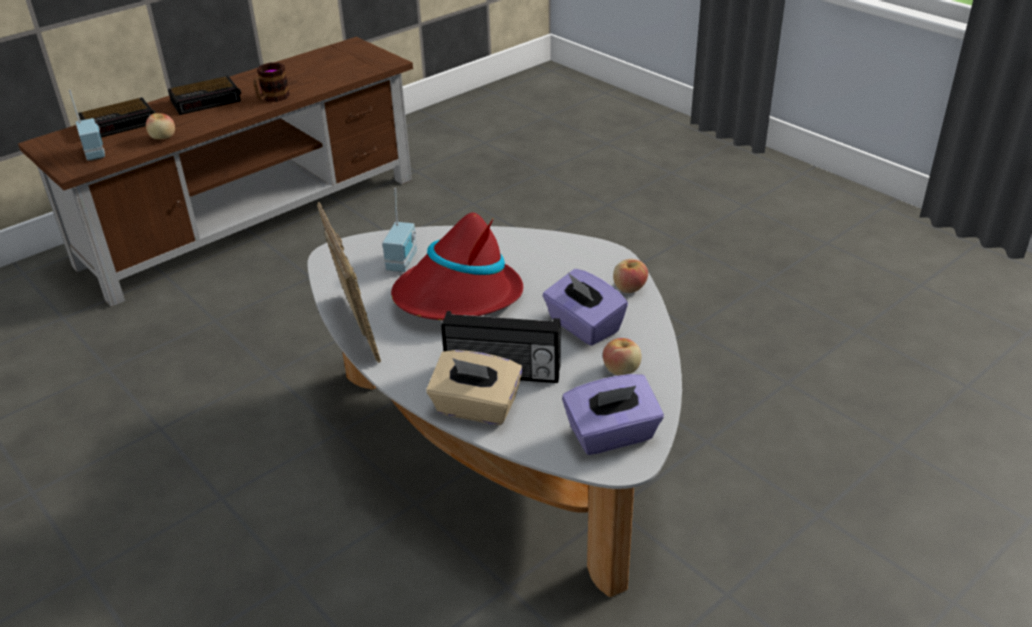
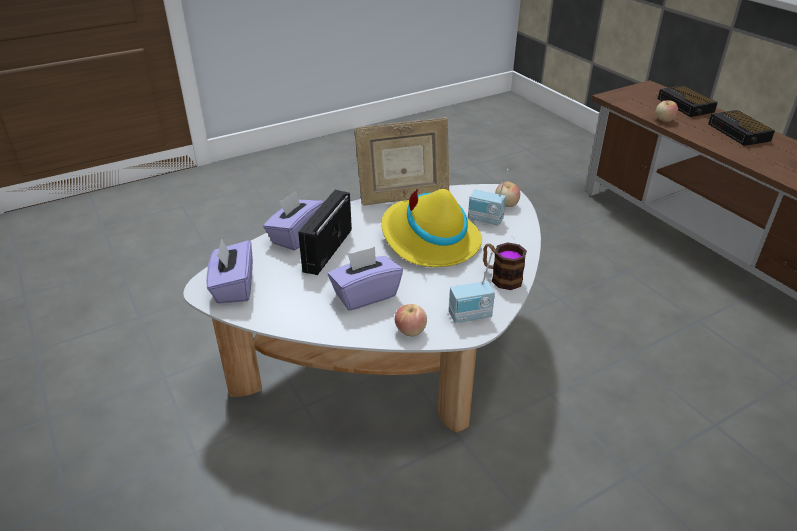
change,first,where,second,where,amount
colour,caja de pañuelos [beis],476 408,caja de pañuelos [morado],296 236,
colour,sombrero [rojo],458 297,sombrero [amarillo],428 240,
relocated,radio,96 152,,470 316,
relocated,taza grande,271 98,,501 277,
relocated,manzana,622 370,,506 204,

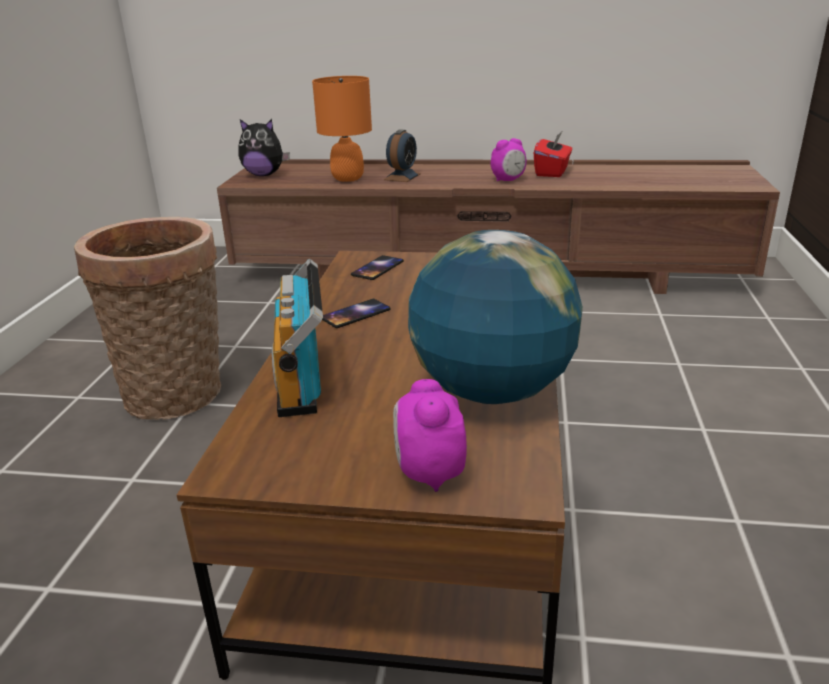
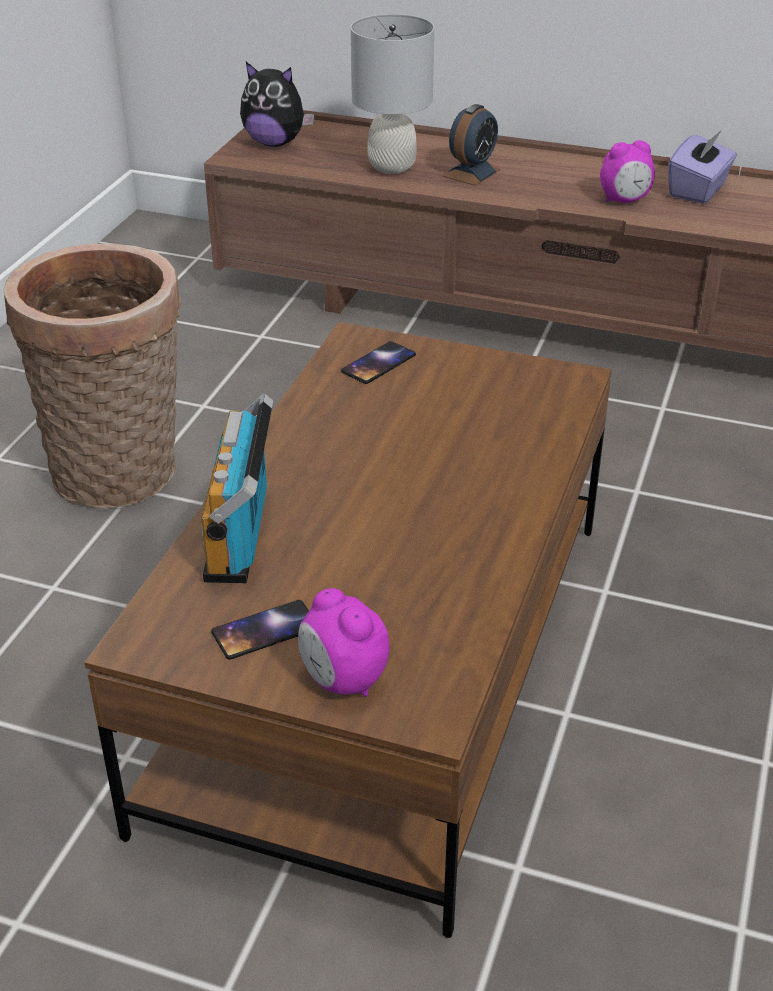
change,first,where,second,where,amount
relocated,móvil,356 314,,265 630,
spun,despertador,429 473,,343 680,45 degrees counterclockwise
colour,lámpara de mesa [naranja],348 179,lámpara de mesa [gris],392 167,
colour,caja de pañuelos [rojo],552 172,caja de pañuelos [morado],698 190,
missing,globo terráqueo,491 391,,,

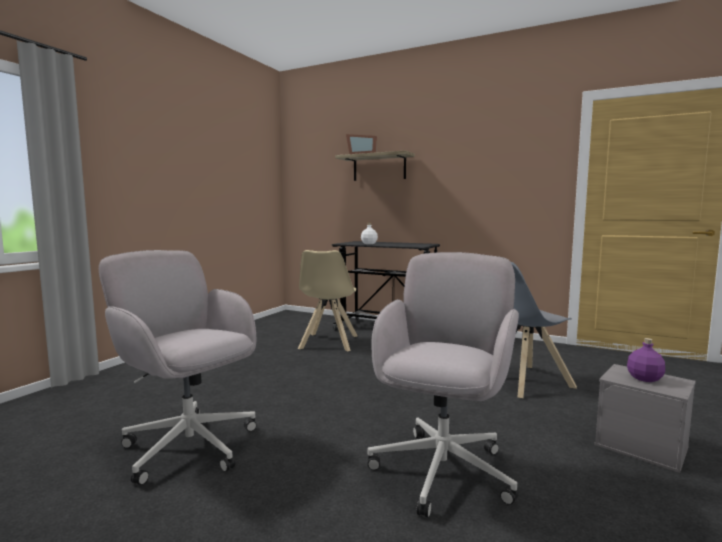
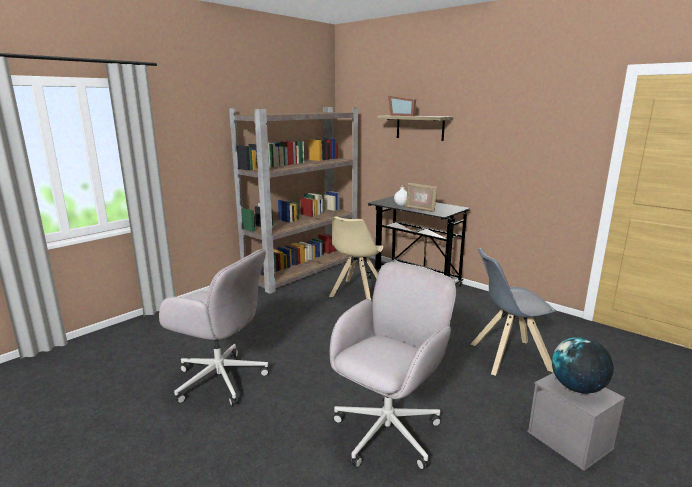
change,first,where,second,where,amount
spun,silla de oficina [gris],189 446,,221 380,150 degrees clockwise
appeared,,,estantería [marrón],303 270,
appeared,,,portarretratos,420 209,
exchanged,botella [morado],645 378,globo terráqueo,577 388,

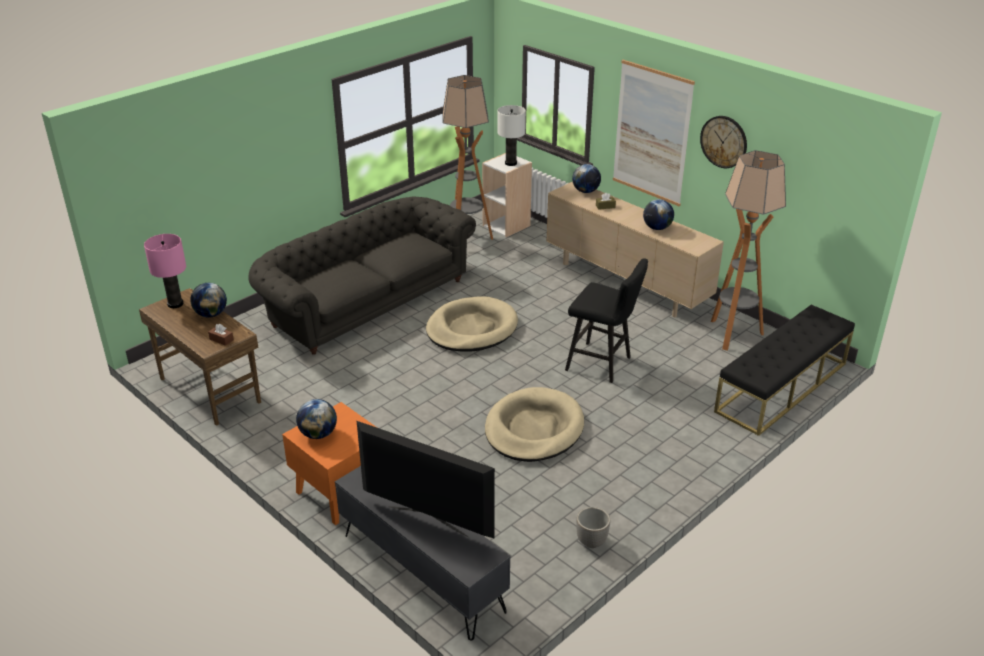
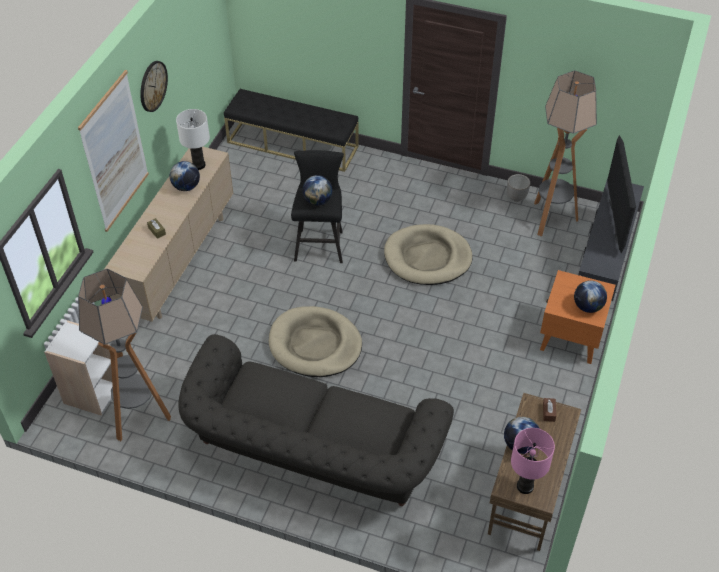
change,first,where,second,where,amount
relocated,lámpara de mesa [blanco],511 163,,198 165,
relocated,globo terráqueo,586 191,,317 201,
relocated,lámpara de pie,733 334,,551 219,

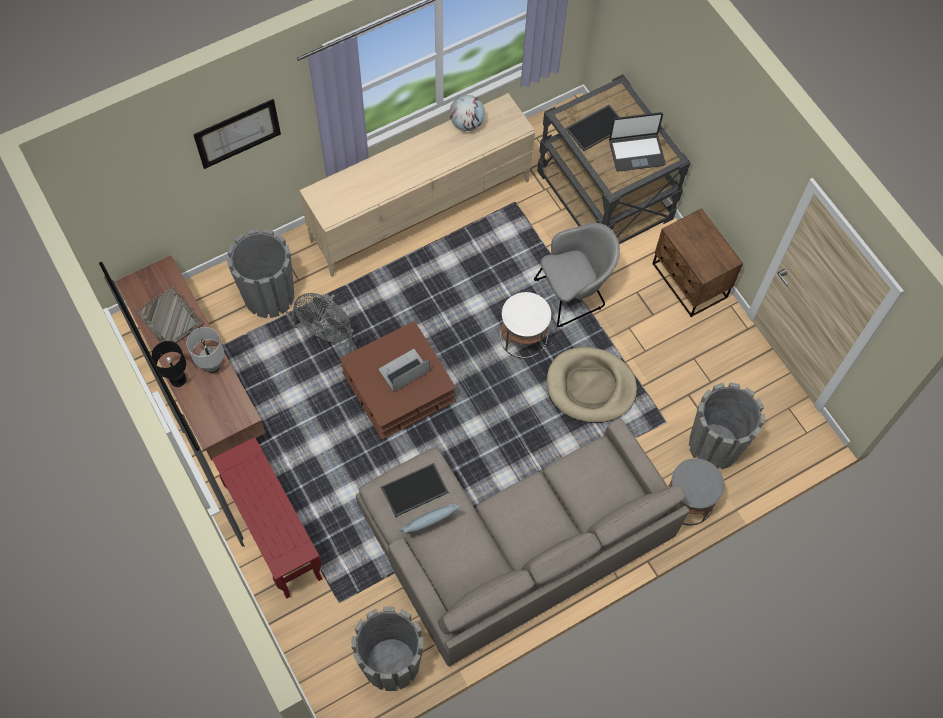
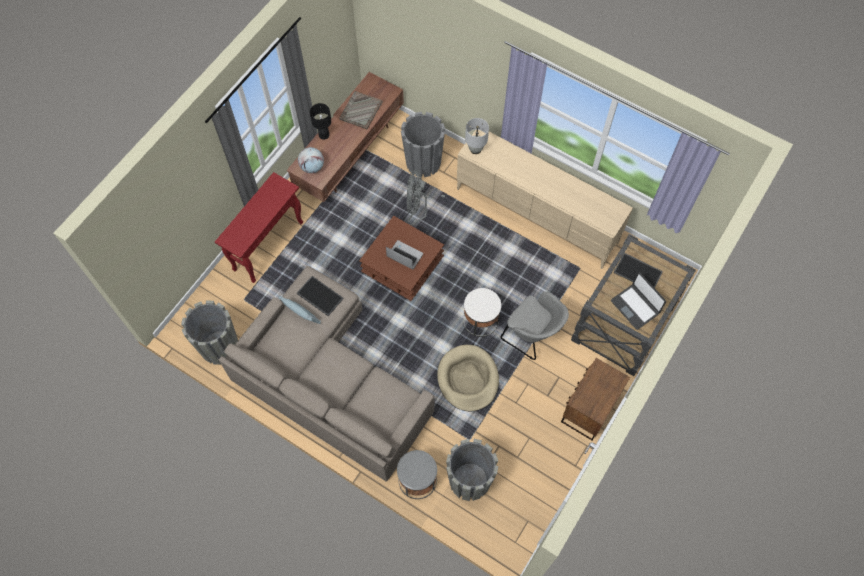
change,first,where,second,where,amount
relocated,globo terráqueo,466 123,,312 167,
relocated,lámpara de mesa [blanco],212 365,,475 149,
missing,cuadro,237 133,,,

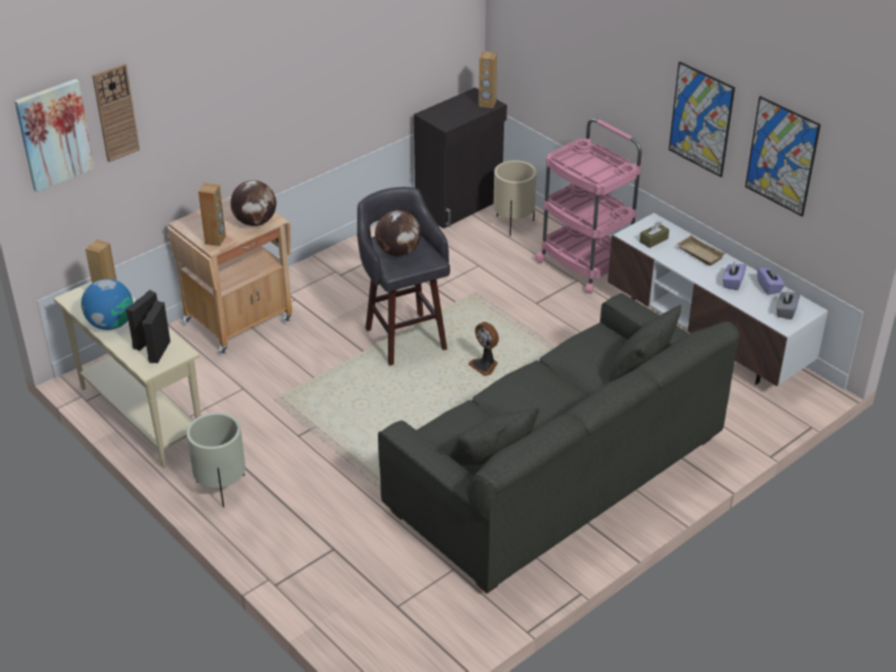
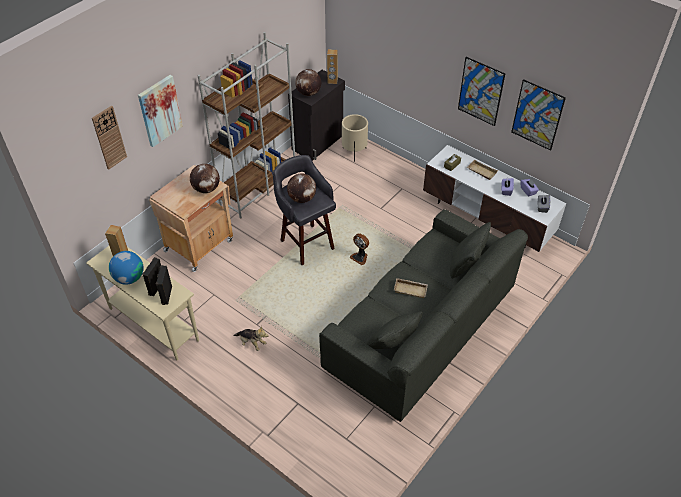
change,first,where,second,where,amount
relocated,cuadro,54 134,,160 110,
appeared,,,estantería [marrón],259 188,
appeared,,,peluche,251 343,
appeared,,,globo terráqueo,308 93,
appeared,,,bandeja [beis],411 289,
missing,maceta [beis],221 488,,,
missing,altavoz [marrón],215 240,,,
missing,carrito [rosa],584 265,,,

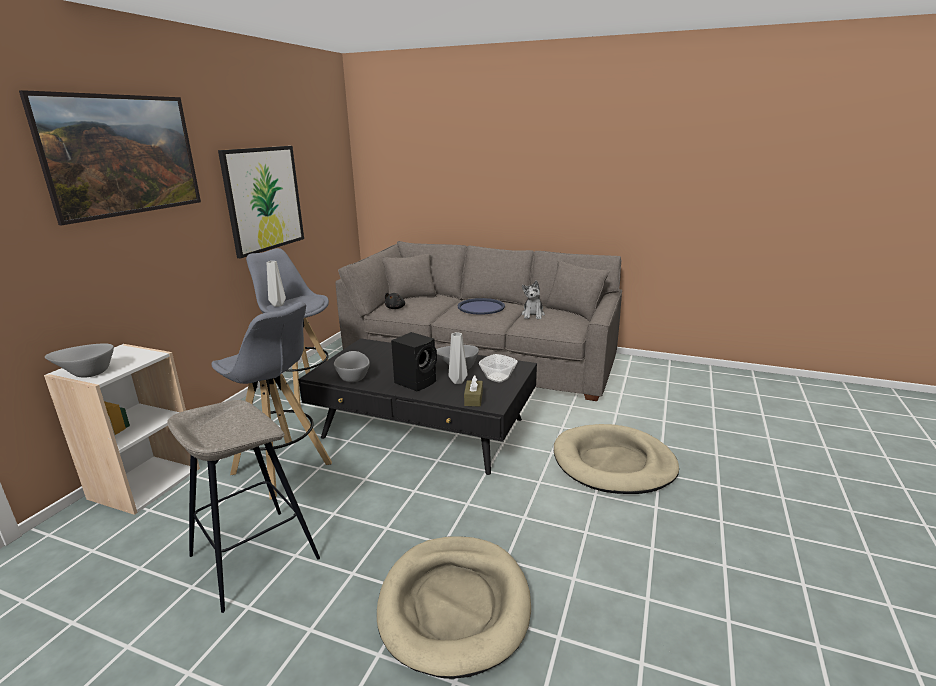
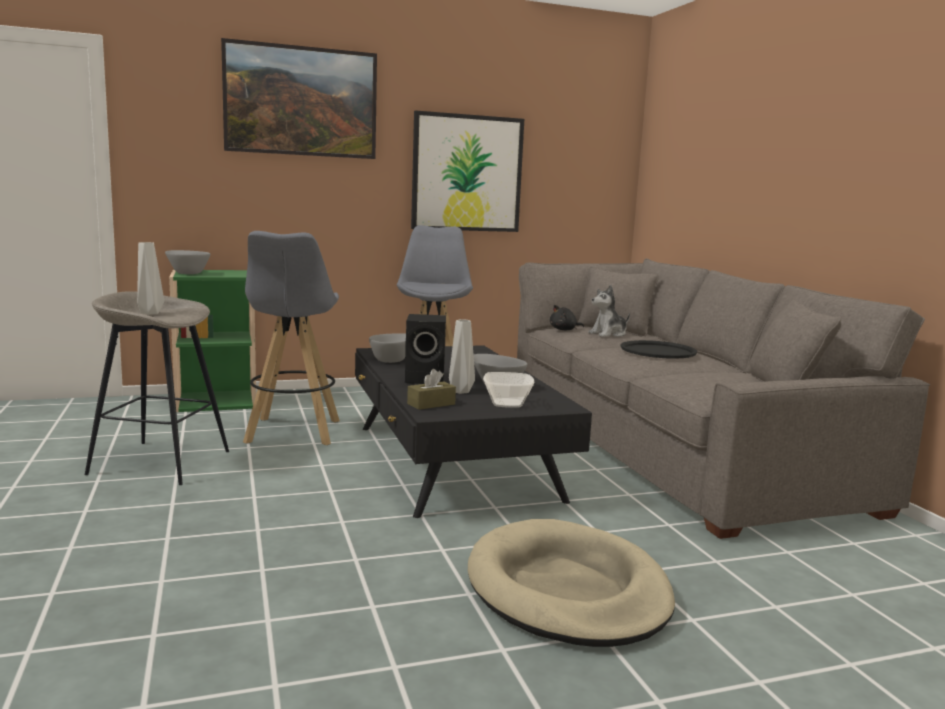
change,first,where,second,where,amount
relocated,florero [gris],277 305,,150 313,
colour,estantería [blanco],145 482,estantería [verde],217 401,
relocated,peluche,533 315,,608 334,
colour,bandeja [azul],481 307,bandeja [negro],658 351,
missing,cama para perro [beis],454 605,,,

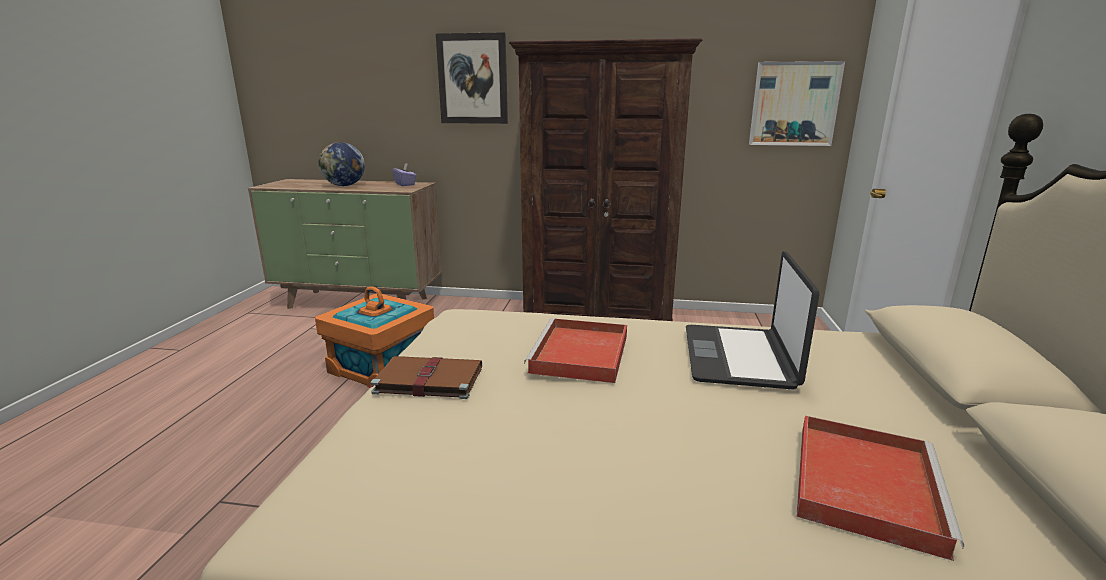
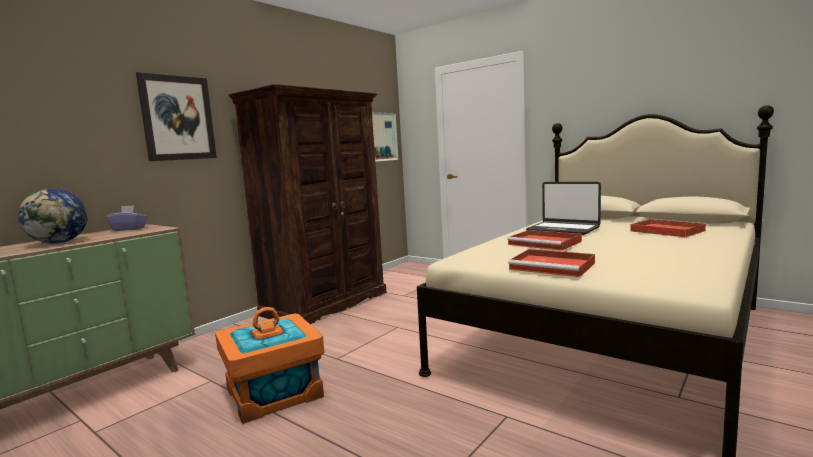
change,first,where,second,where,amount
exchanged,libro [marrón],427 380,bandeja [rojo],554 266,

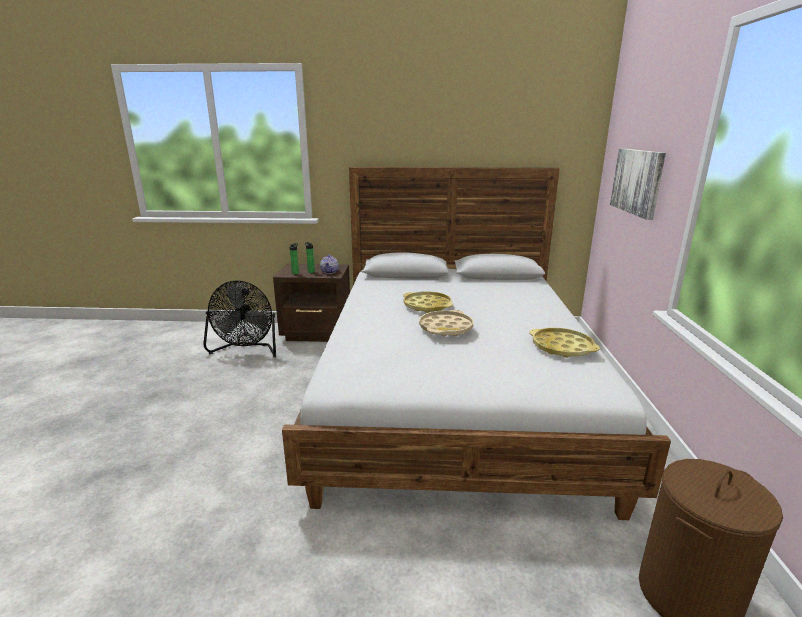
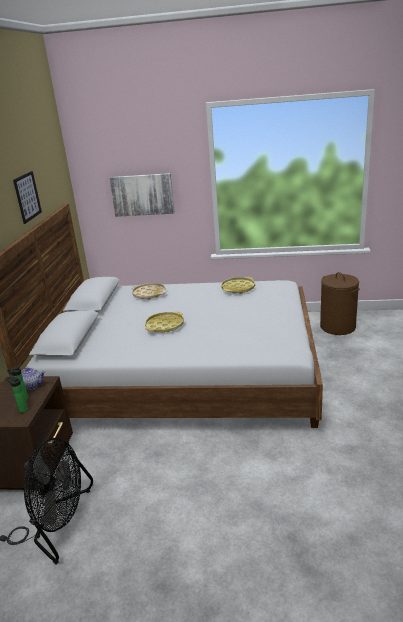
change,first,where,second,where,amount
appeared,,,cuadro,27 197,
relocated,bandeja [beis],446 328,,149 294,

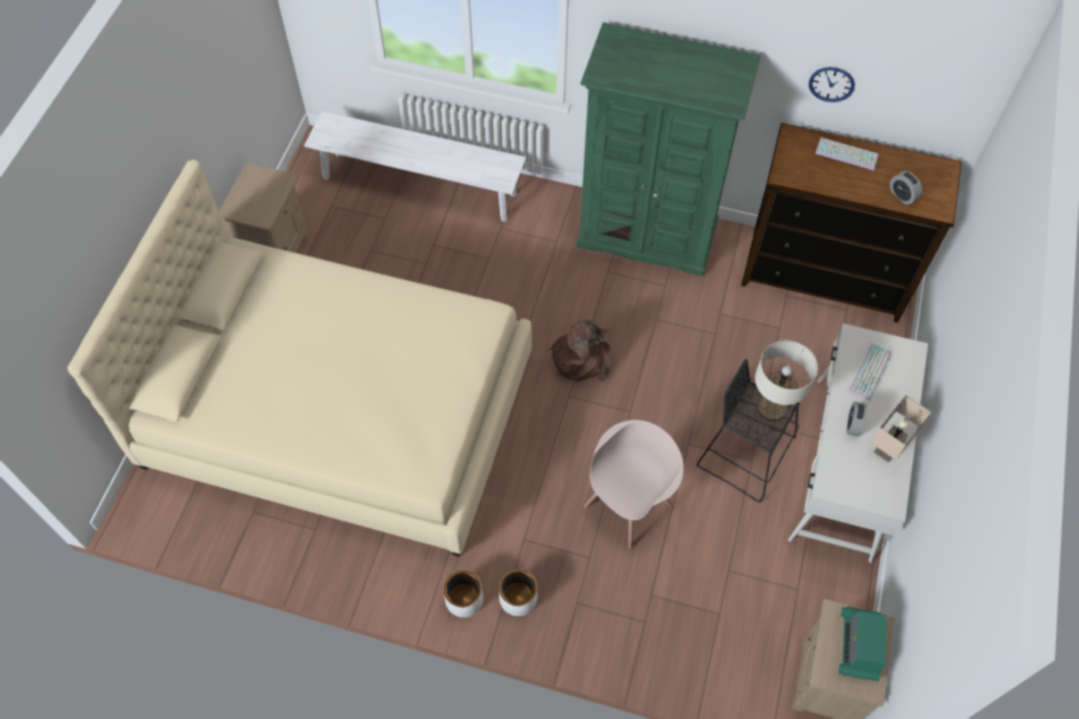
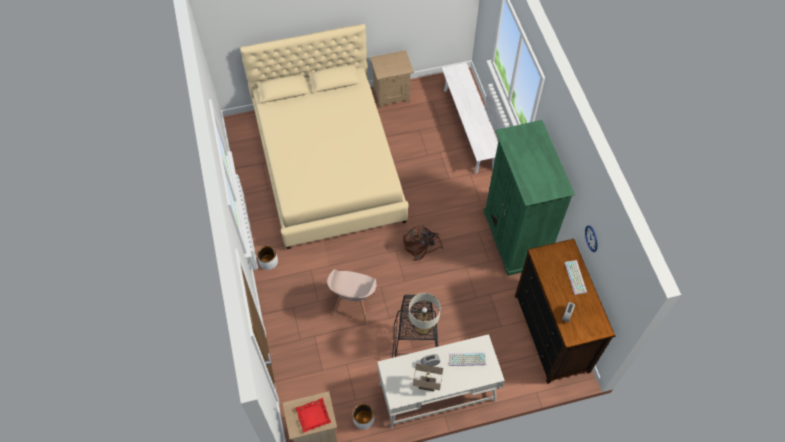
change,first,where,second,where,amount
exchanged,radio,859 645,bandeja [rojo],313 416,
spun,silla [beis],629 506,,354 305,90 degrees clockwise
relocated,maceta [blanco],518 598,,363 419,

